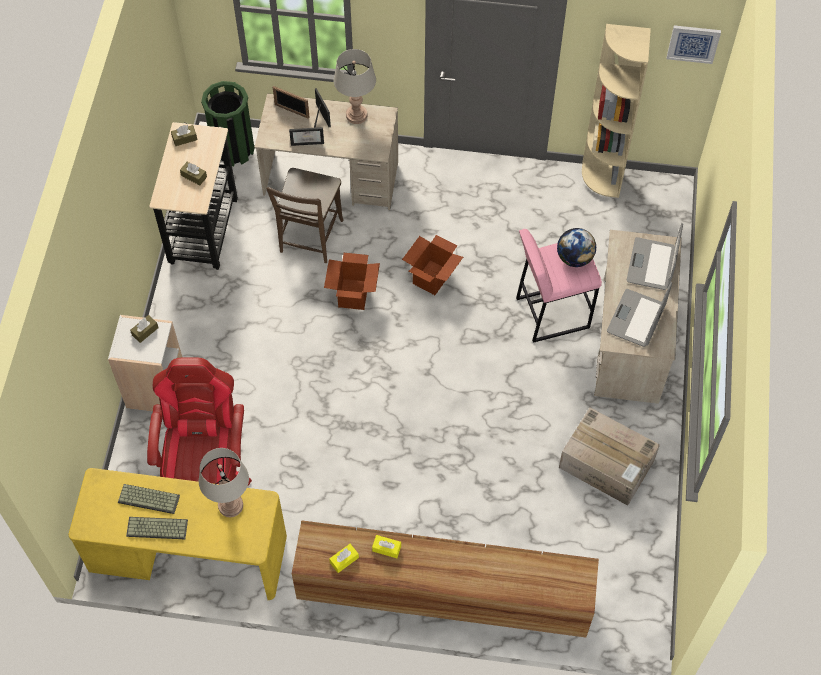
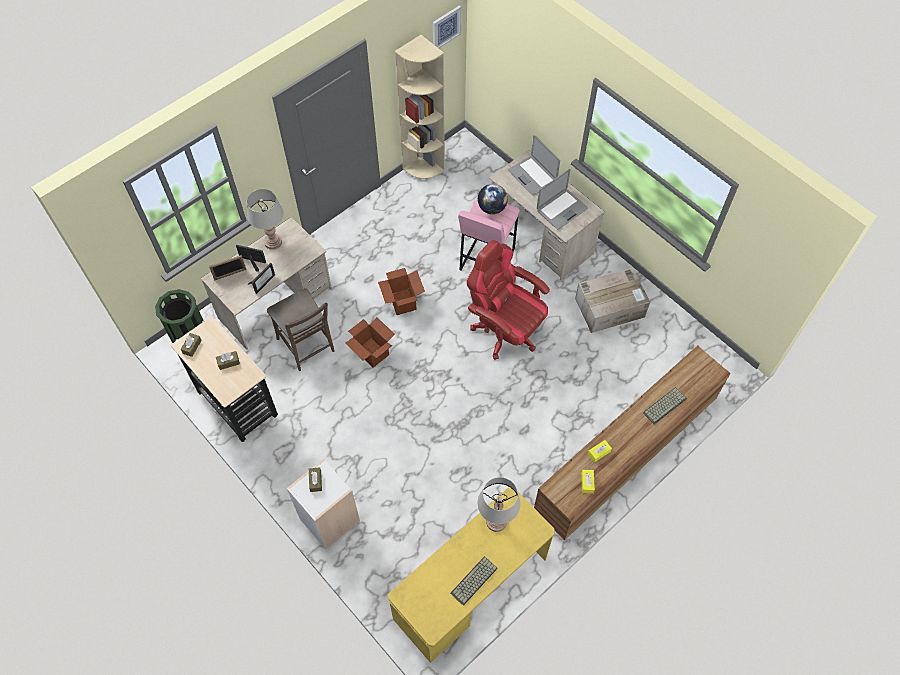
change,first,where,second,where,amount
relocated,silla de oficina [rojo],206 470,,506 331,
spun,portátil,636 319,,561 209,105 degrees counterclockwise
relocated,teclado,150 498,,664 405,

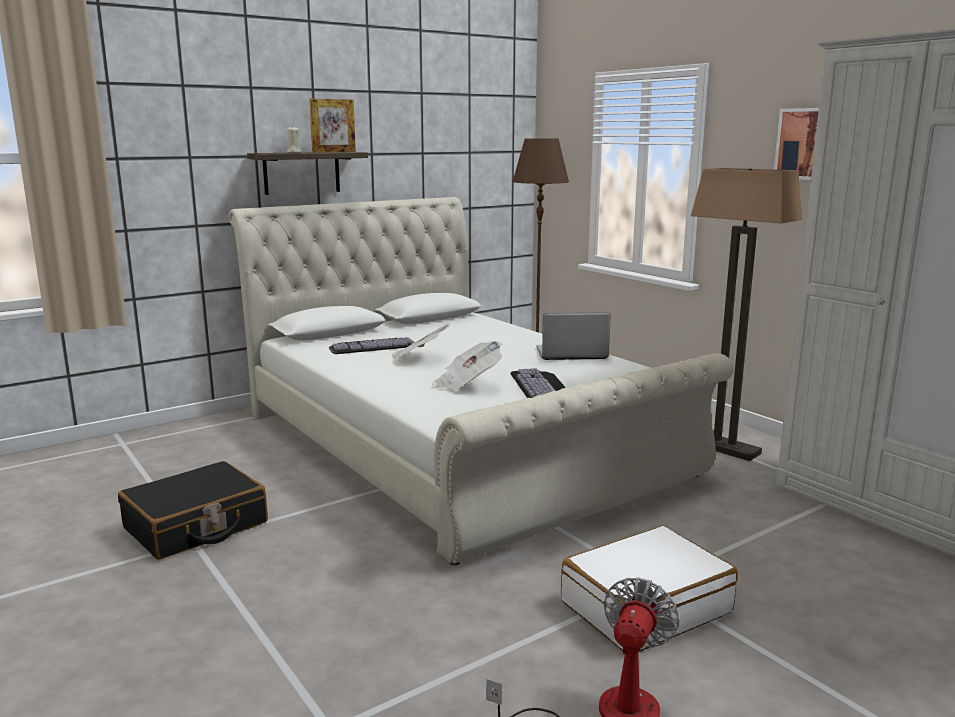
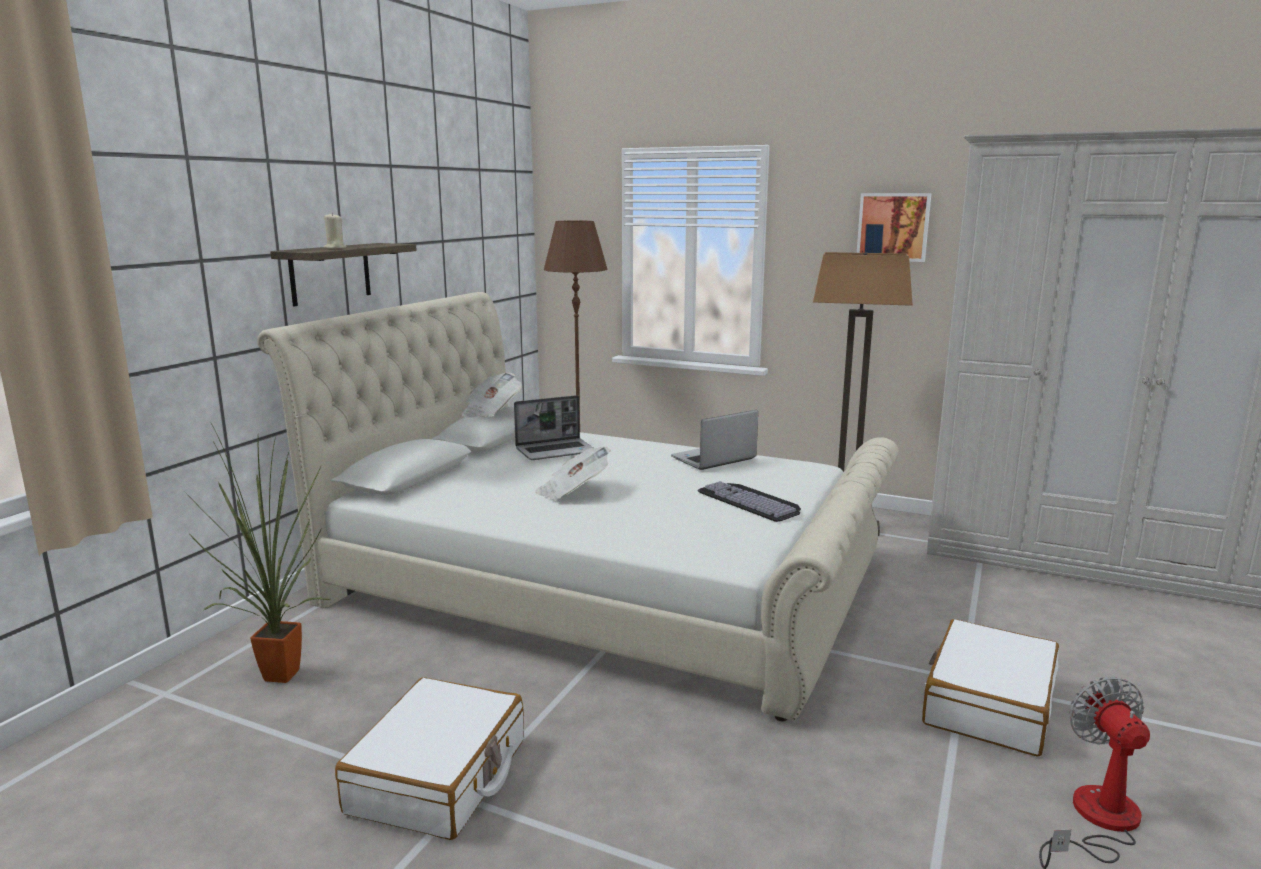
change,first,where,second,where,amount
appeared,,,planta en maceta,276 674,
colour,maleta [negro],196 526,maleta [blanco],439 776,
relocated,periódico,467 383,,490 412,
appeared,,,portátil,556 451,
missing,portarretratos,334 152,,,
missing,teclado,372 345,,,

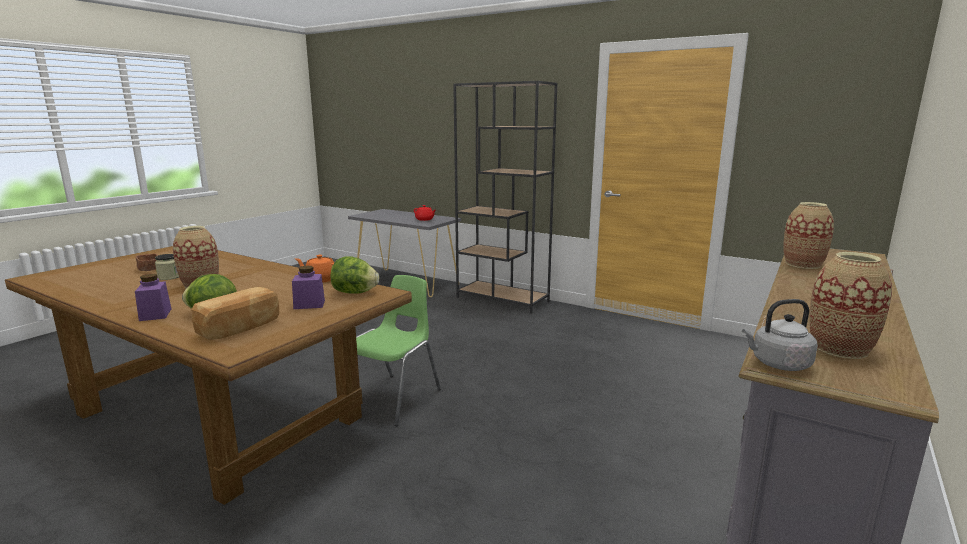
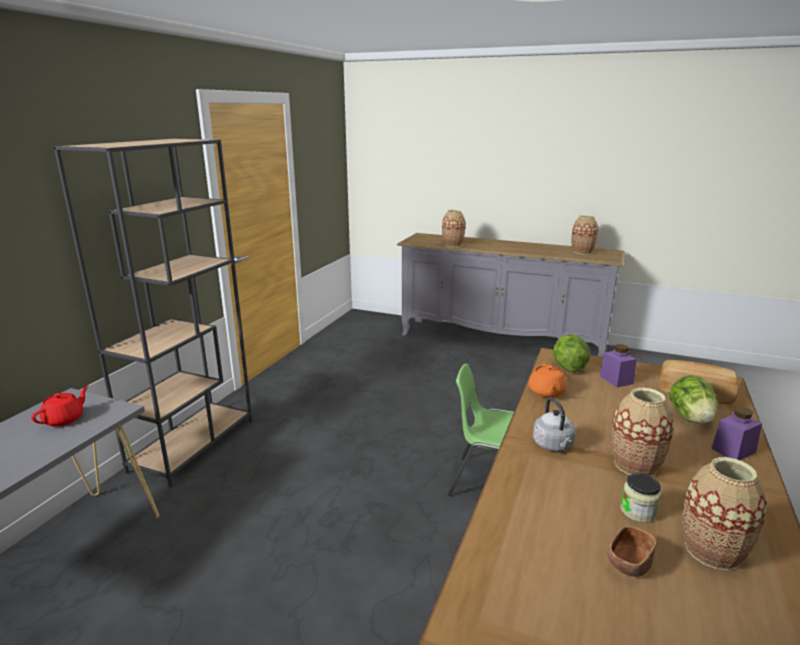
change,first,where,second,where,amount
relocated,hervidor [gris],777 364,,554 446,
appeared,,,florero,712 551,

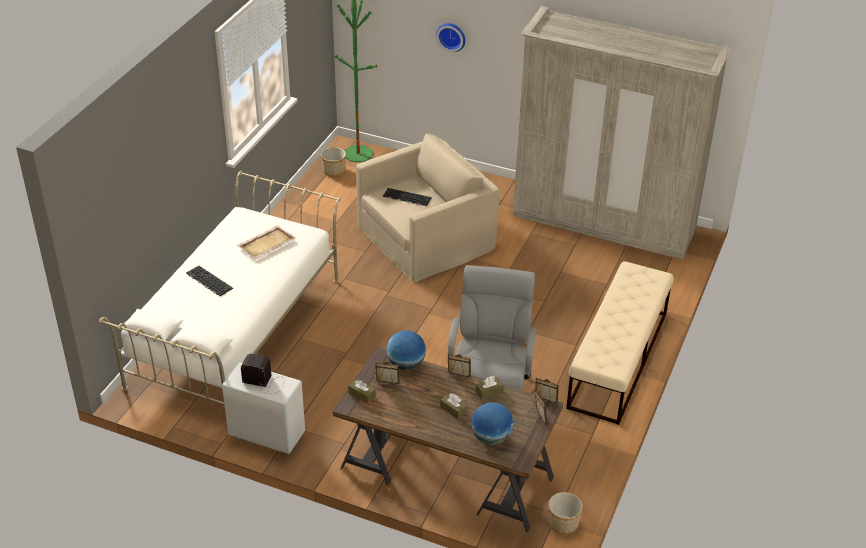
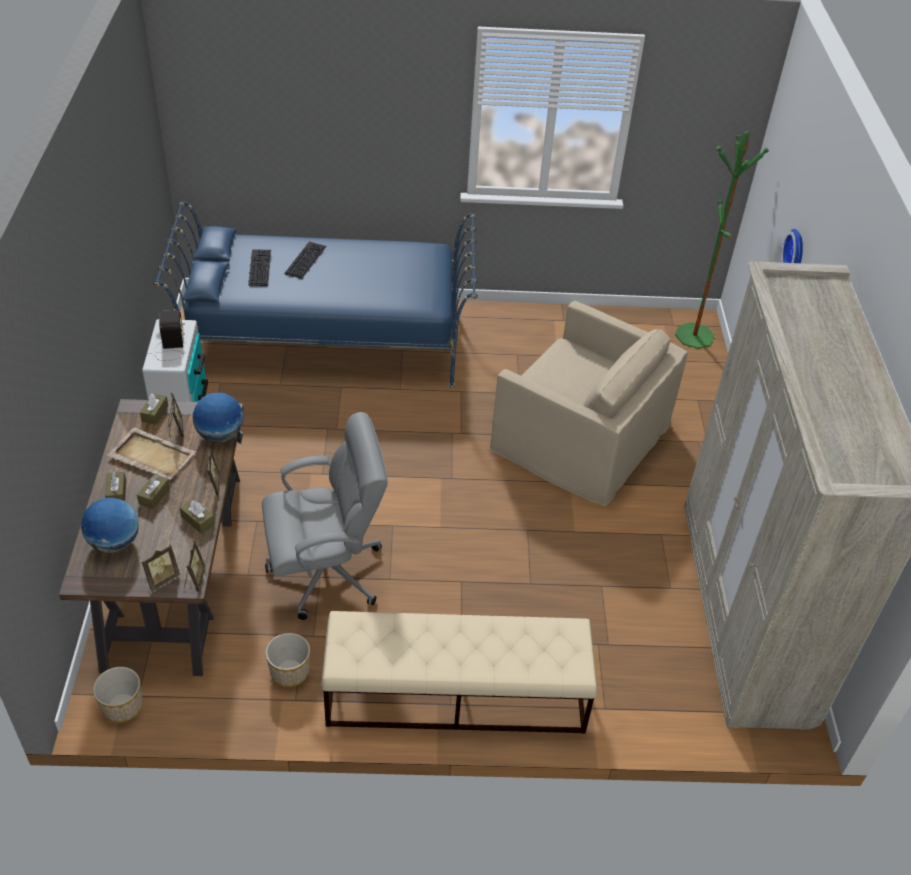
change,first,where,second,where,amount
appeared,,,caja de pañuelos [marrón],117 493,
relocated,bandeja [beis],266 244,,151 455,
colour,cama [blanco],236 332,cama [azul],326 339,
relocated,teclado,406 197,,259 267,
relocated,maceta,334 171,,289 672,

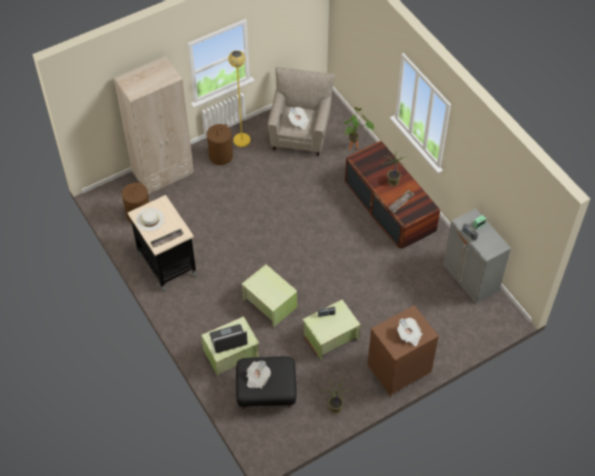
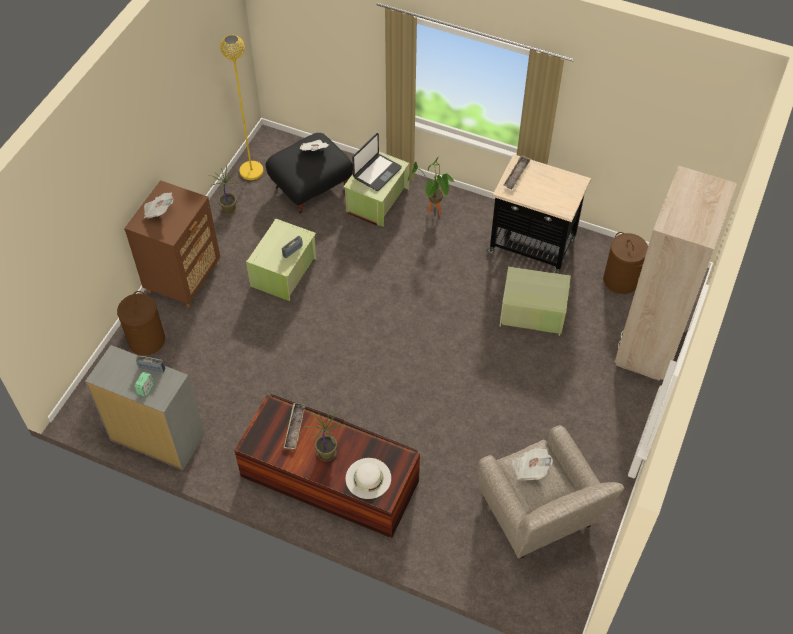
change,first,where,second,where,amount
relocated,cesto de la ropa [marrón],220 156,,146 340,
relocated,lámpara de pie [amarillo],242 140,,251 171,
relocated,sombrero [blanco],150 219,,368 478,
relocated,planta en maceta,355 146,,433 214,
relocated,caja de almacenaje [verde],270 303,,532 314,

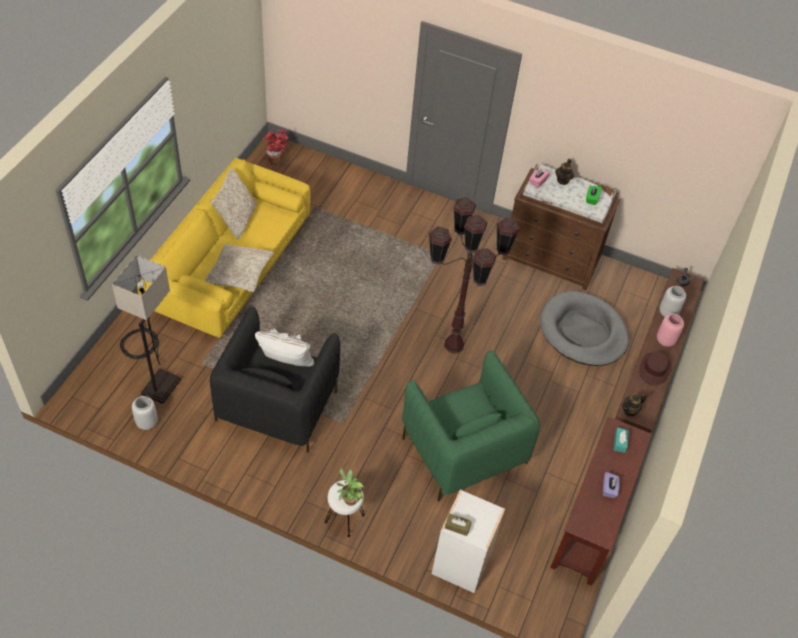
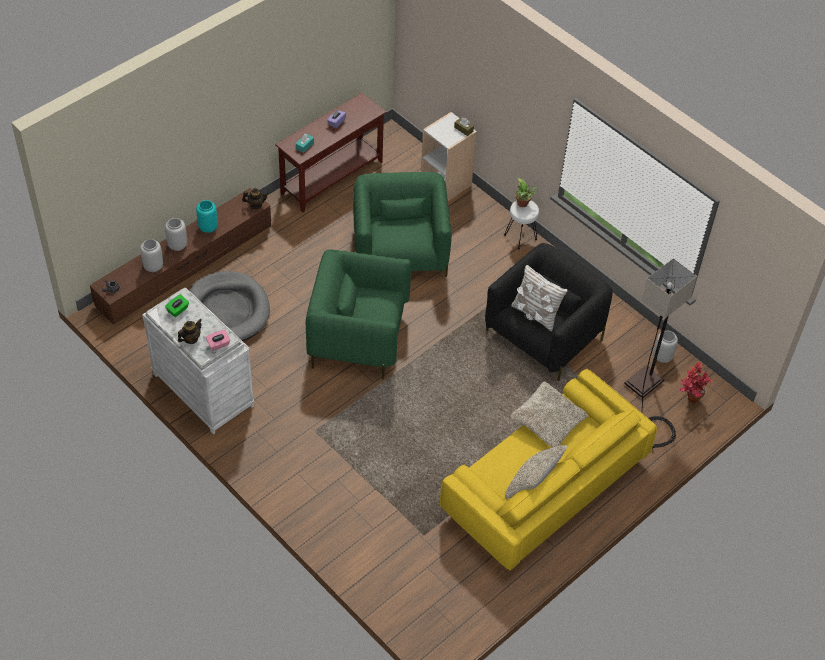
change,first,where,second,where,amount
colour,cómoda [marrón],551 259,cómoda [blanco],202 389,
colour,florero [rosa],665 340,florero [gris],178 245,
exchanged,sombrero [marrón],654 369,florero [turquesa],208 227,
exchanged,lámpara de pie [marrón],454 345,sillón [verde],357 336,
relocated,planta en maceta,277 160,,689 399,

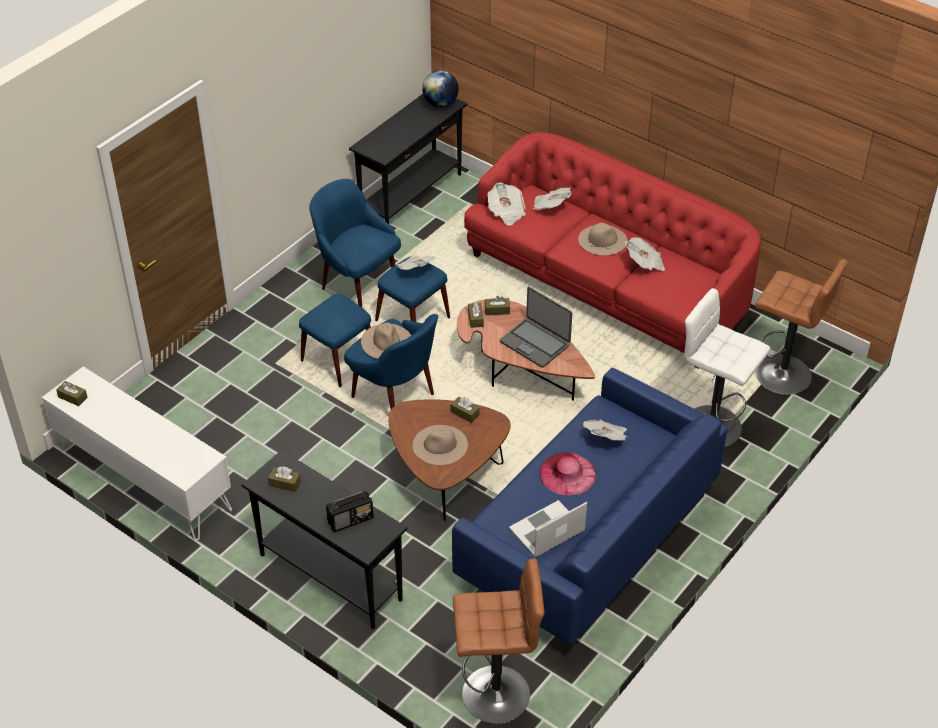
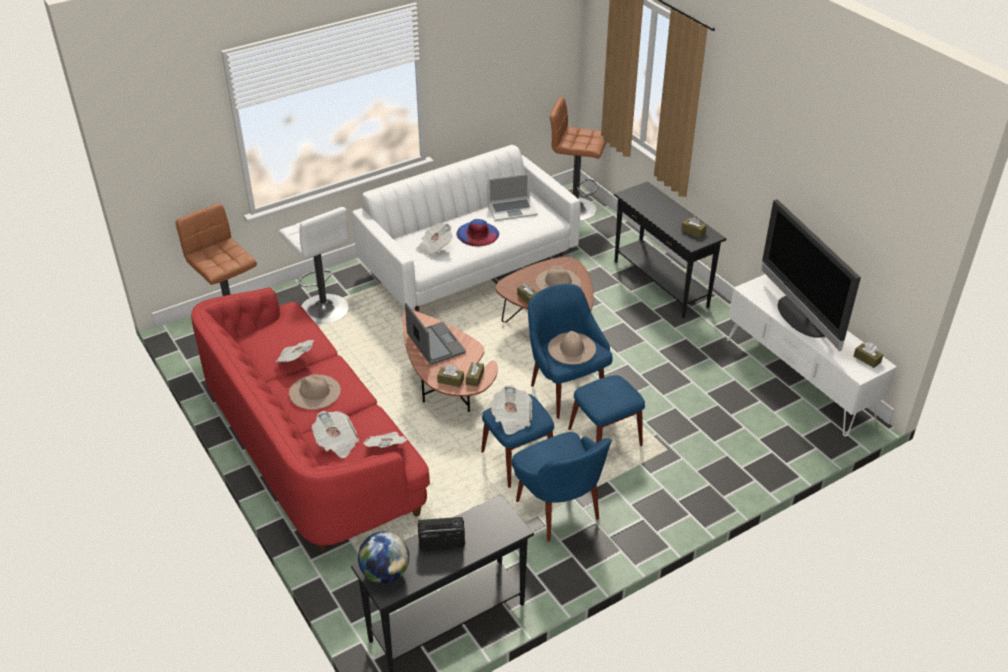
change,first,where,second,where,amount
colour,sofá [azul],586 537,sofá [blanco],469 266,
relocated,radio,351 520,,441 543,
colour,sombrero [rosa],567 474,sombrero [azul],477 234,
appeared,,,televisor,800 317,

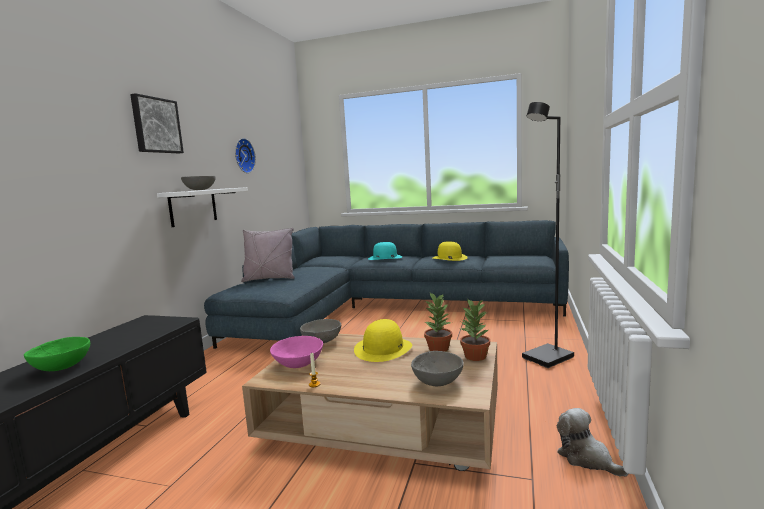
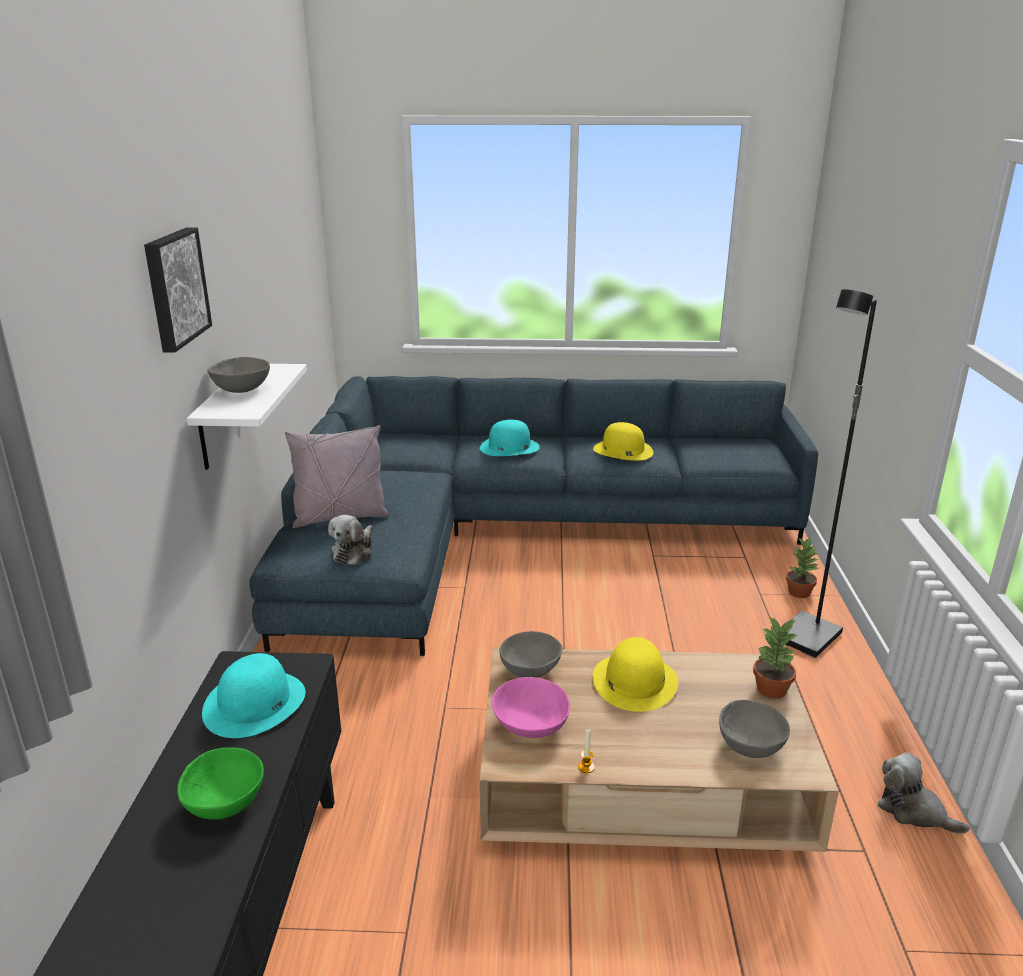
change,first,where,second,where,amount
appeared,,,sombrero [turquesa],255 703,
appeared,,,peluche,354 551,
relocated,planta en maceta,438 348,,799 592,
missing,reloj de pared,243 156,,,

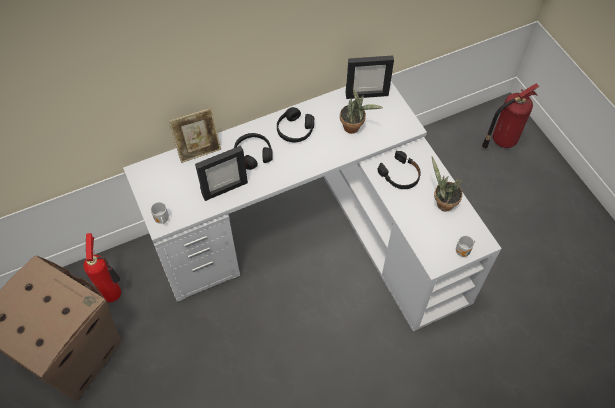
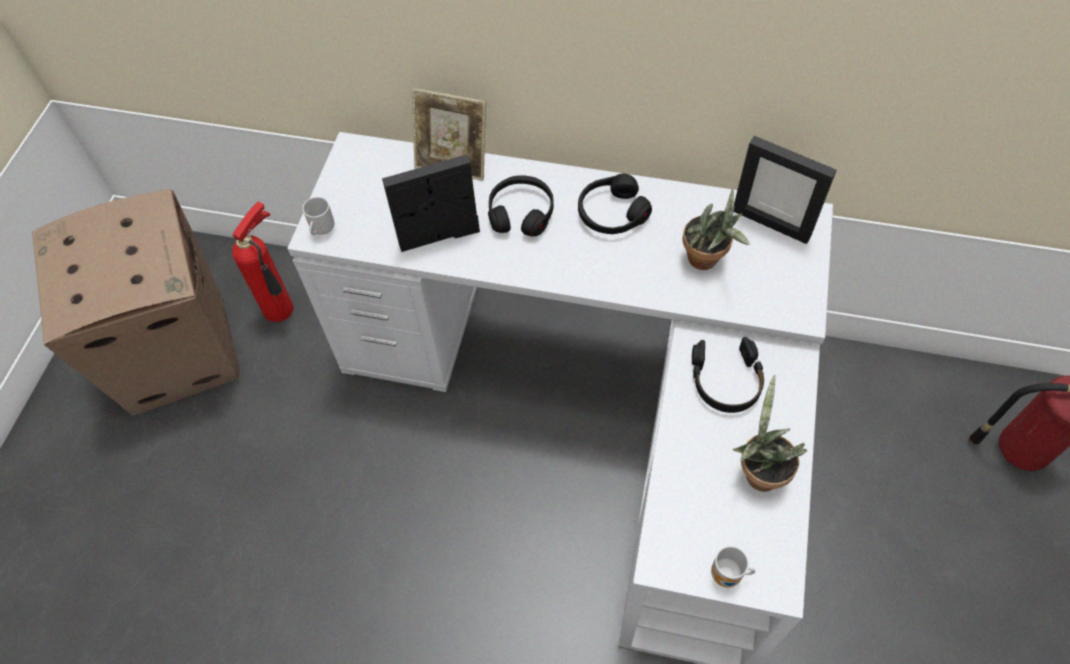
change,first,where,second,where,amount
spun,portarretratos,225 188,,439 238,150 degrees clockwise

